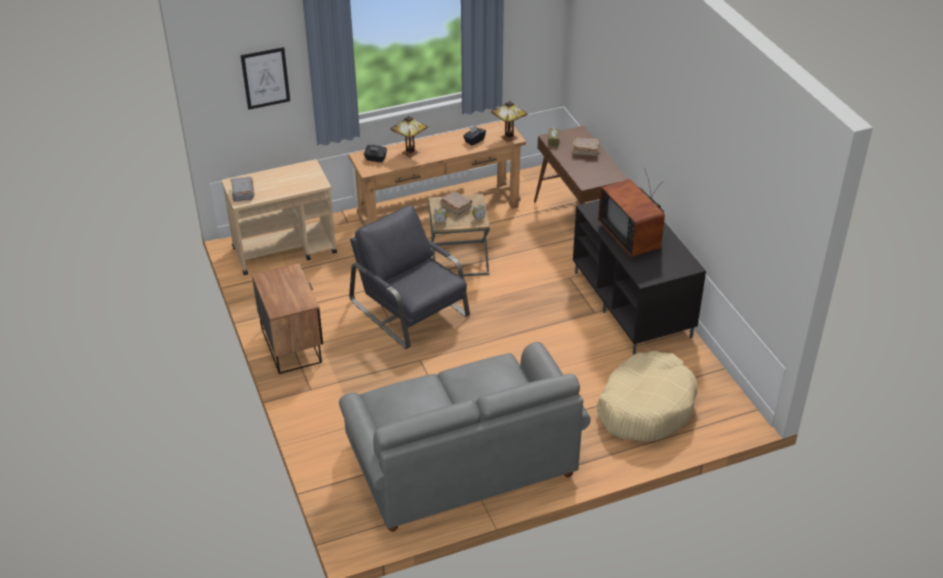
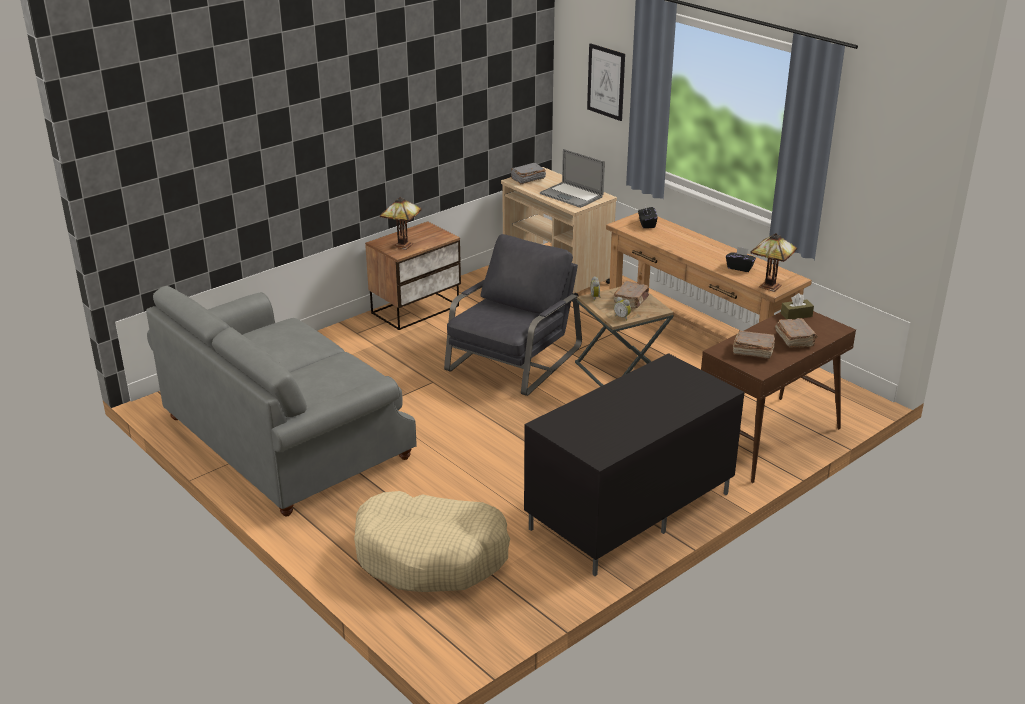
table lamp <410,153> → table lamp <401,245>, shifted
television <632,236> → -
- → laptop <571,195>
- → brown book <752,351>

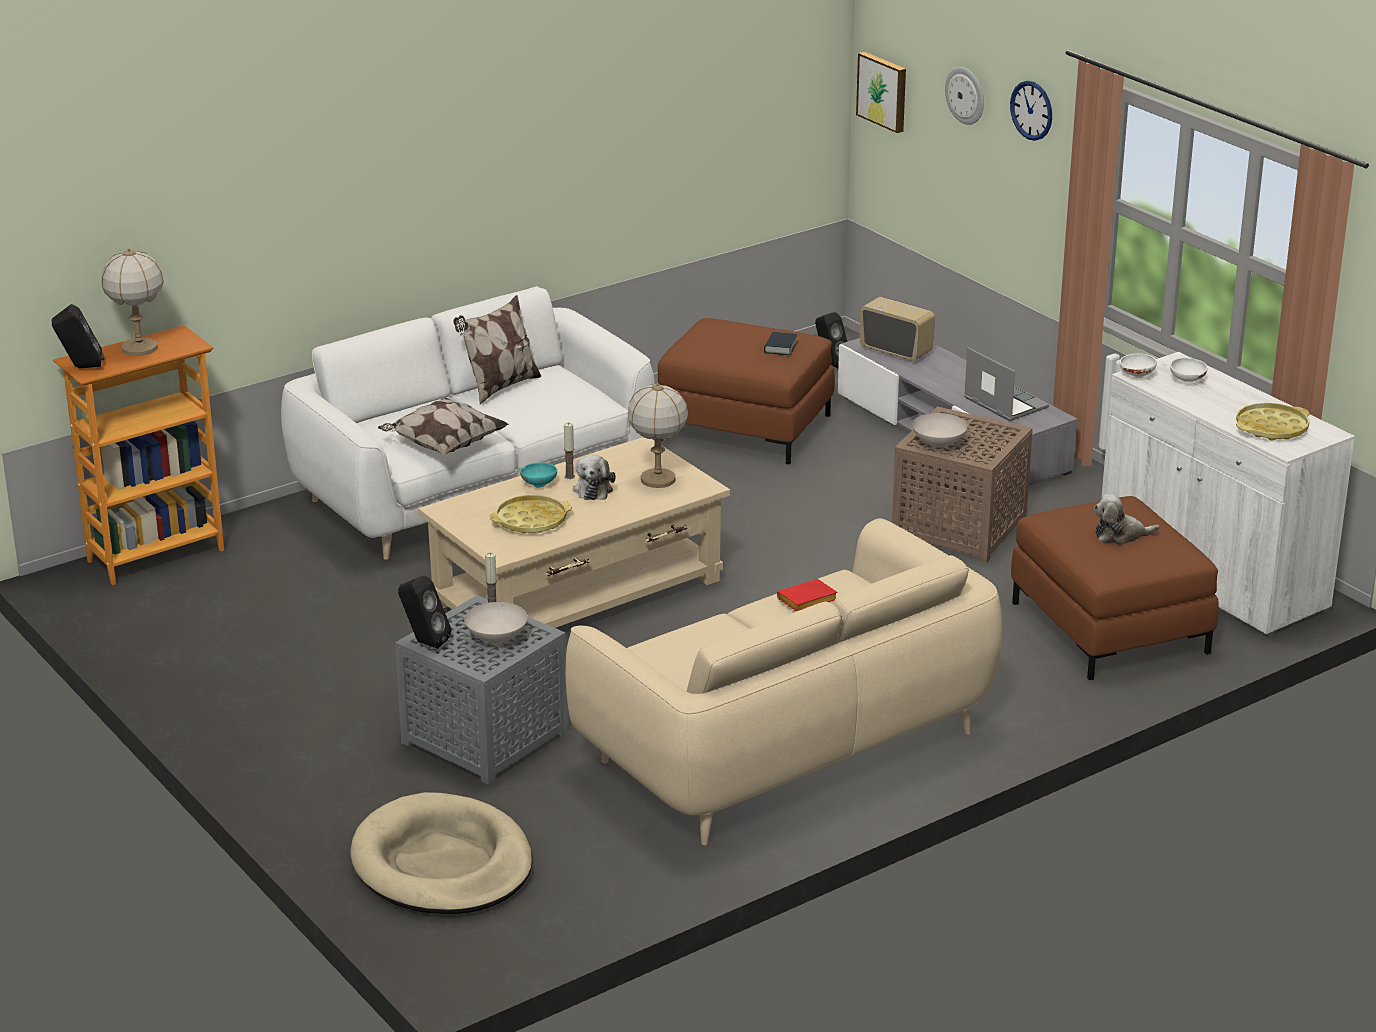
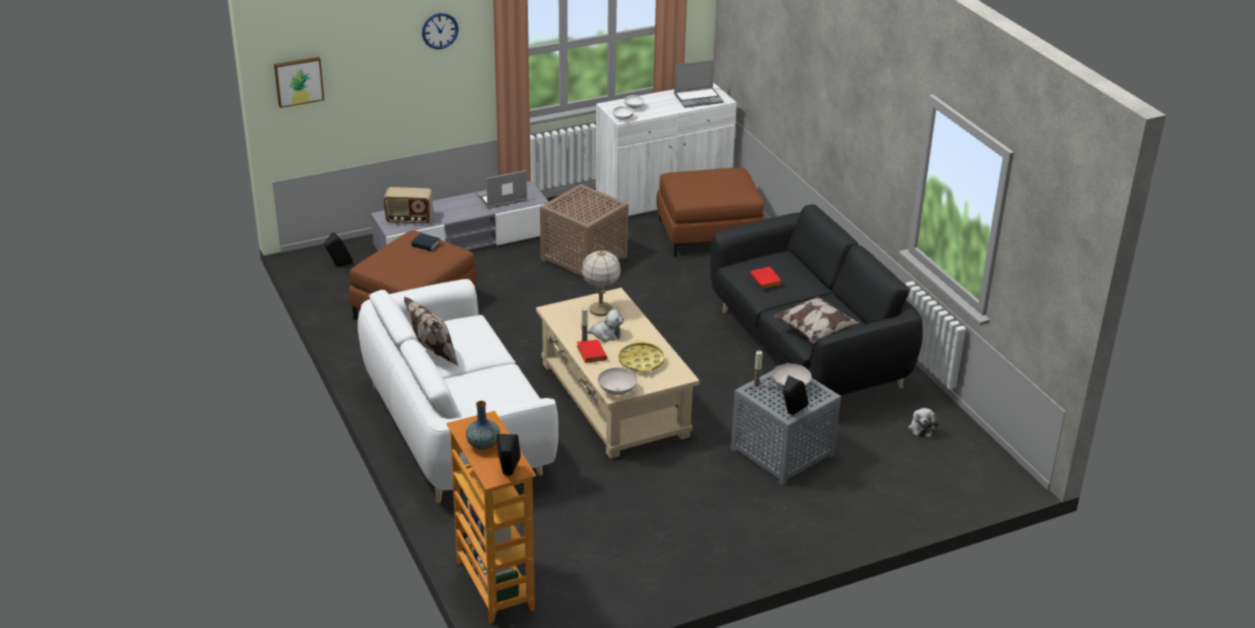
wall clock <966,95> → -
table lamp <140,348> → vase <483,445>
radio <896,351> → radio <409,220>, 135 degrees counterclockwise
pillow <443,445> → pillow <814,332>, shifted
yellow tray <1271,428> → laptop <698,98>
white bowl <939,444> → white bowl <618,391>, shifted
turquoise bowl <539,483> → red book <590,353>
plush toy <1120,535> → plush toy <921,427>, shifted
beige sofa <786,744> → black sofa <807,348>
beige dog bed <442,863> → -

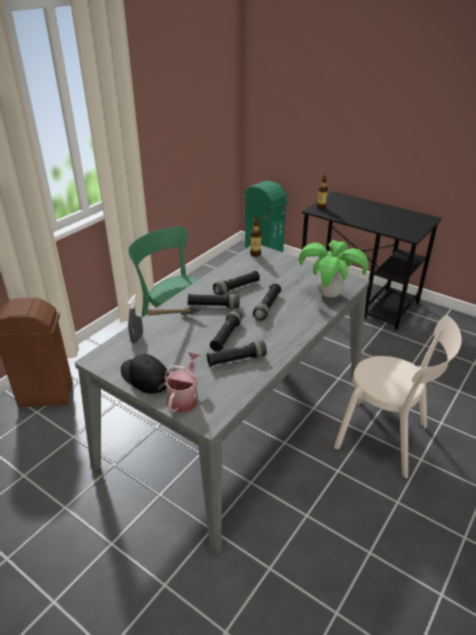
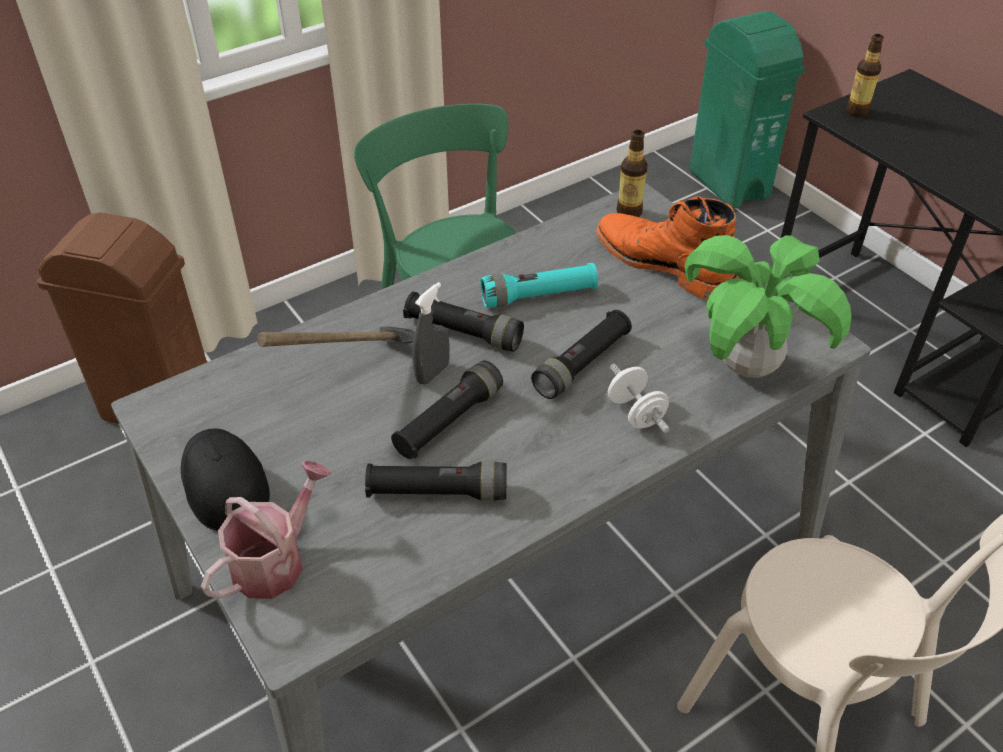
black flashlight <236,288> → turquoise flashlight <538,296>
grey spray bottle <137,338> → grey spray bottle <432,373>, shifted
- → orange boot <664,264>
- → white dumbbell <635,413>

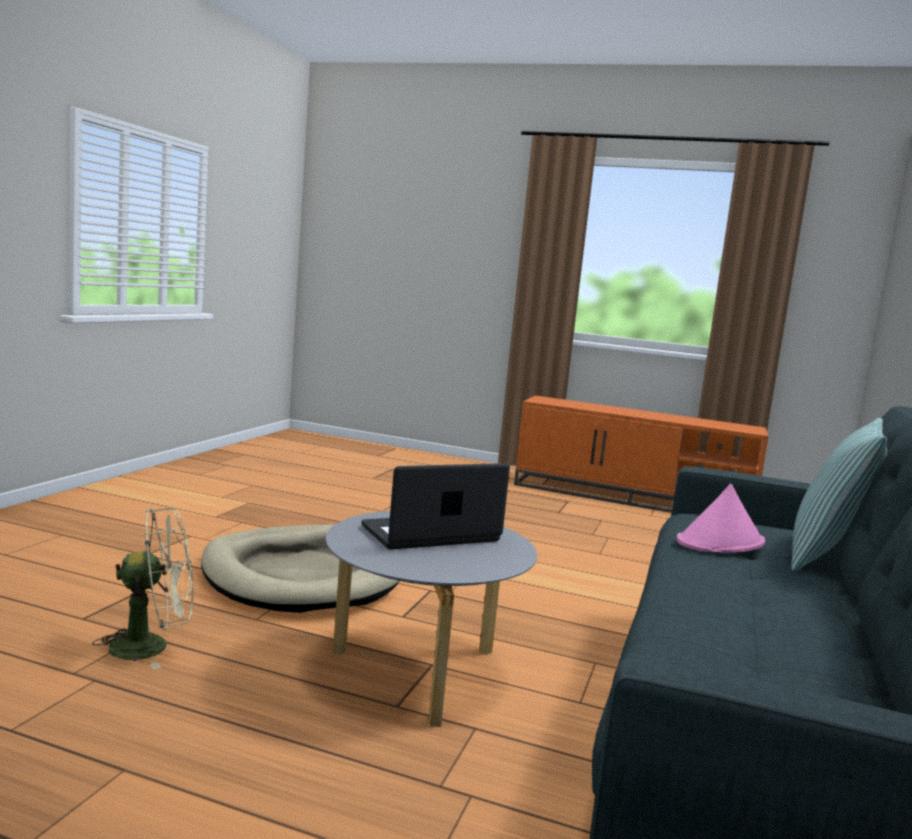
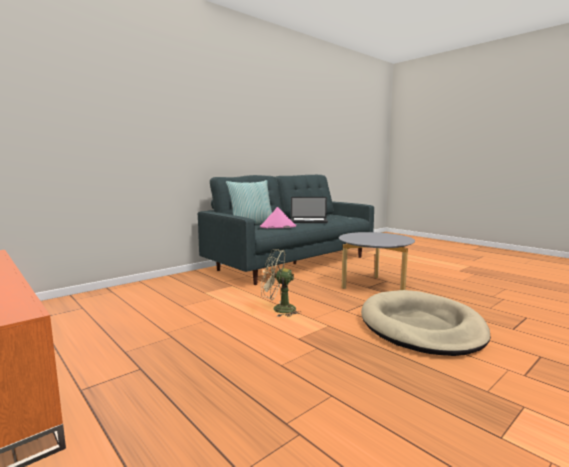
laptop <430,534> → laptop <308,221>, shifted
beige fan <152,646> → beige fan <278,309>, shifted

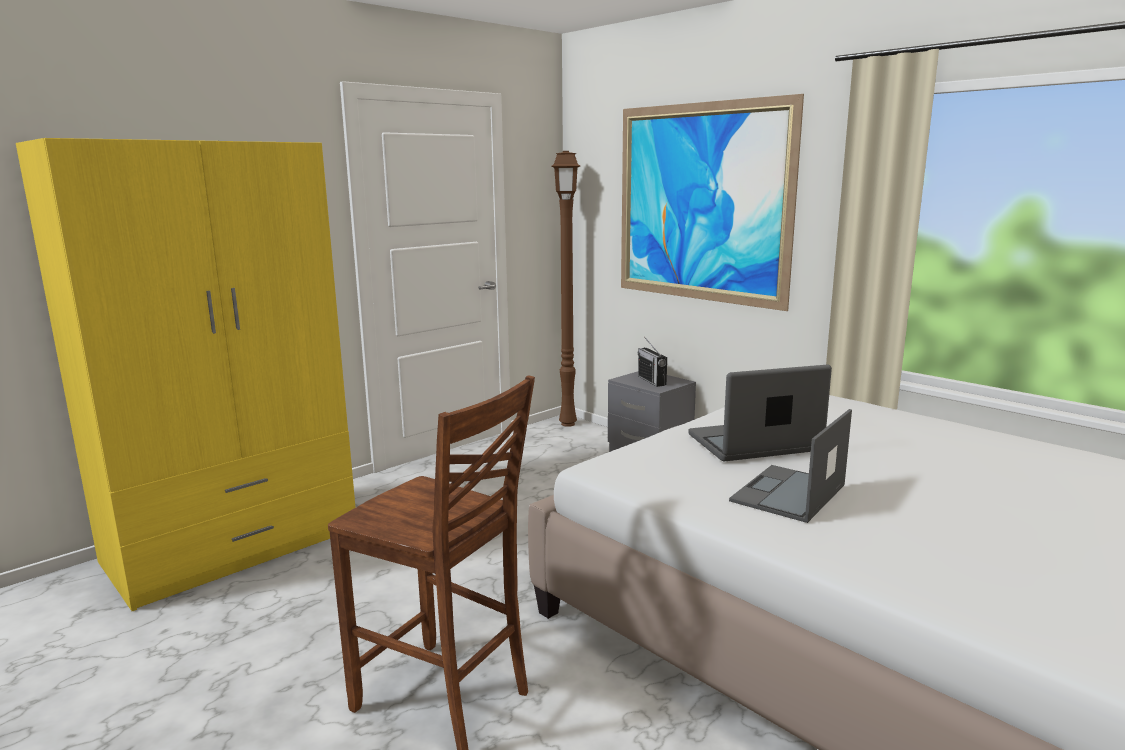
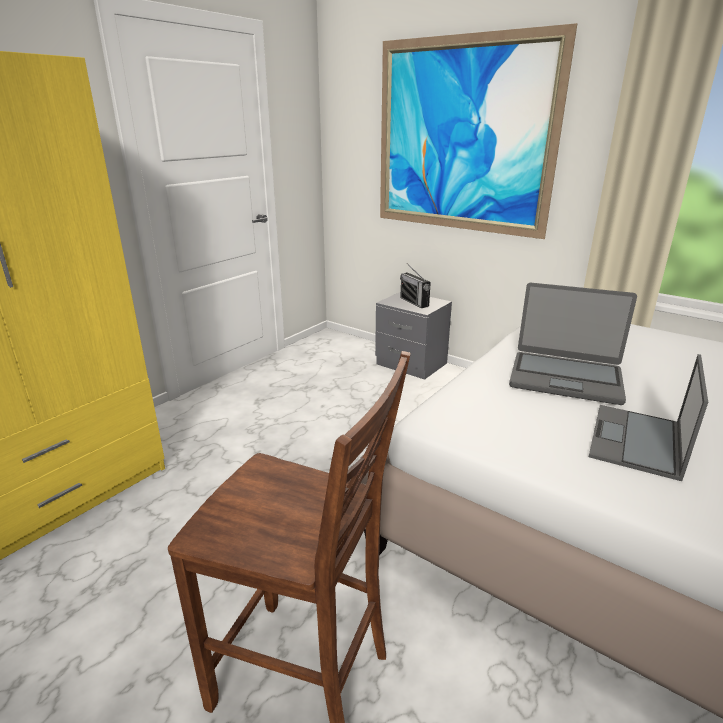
brown floor lamp <566,423> → -
laptop <754,444> → laptop <565,378>, 135 degrees counterclockwise

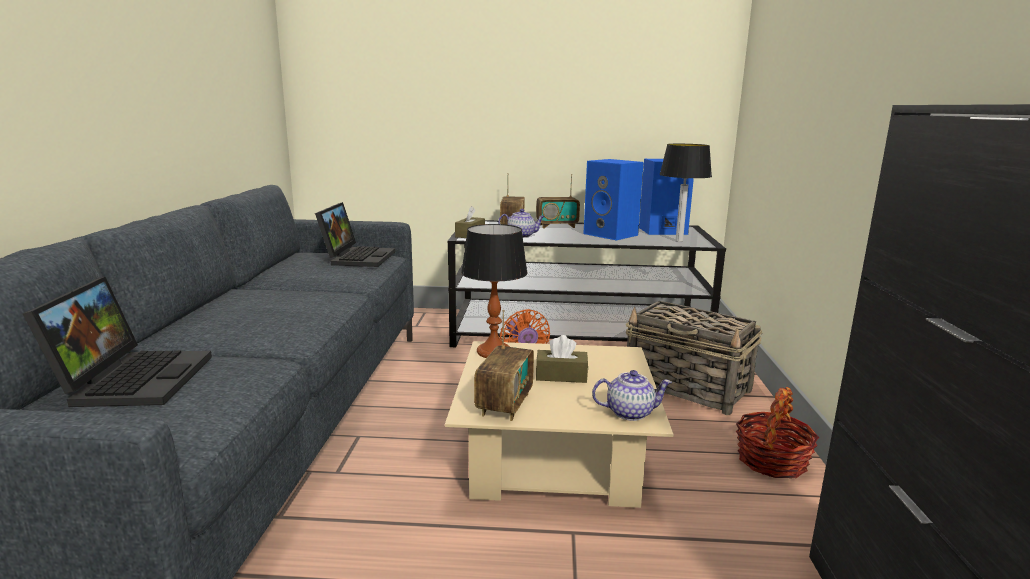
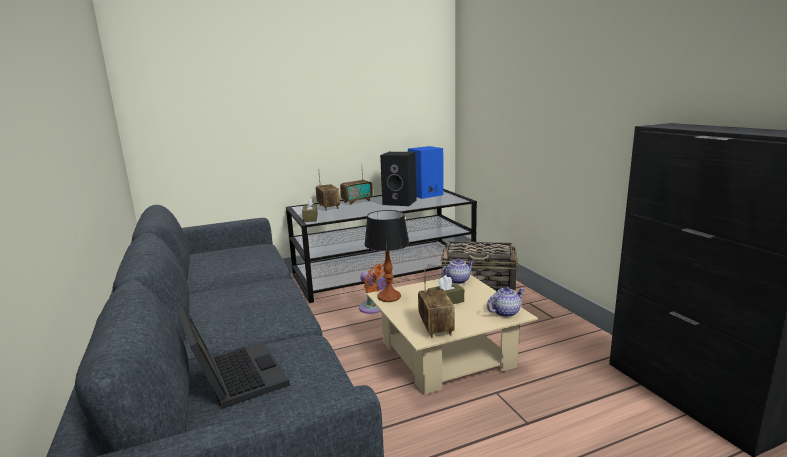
table lamp <679,241> → -
blue speaker <612,234> → black speaker <400,202>
laptop <357,257> → -
teapot <521,236> → teapot <458,280>, shifted
basket <772,461> → -

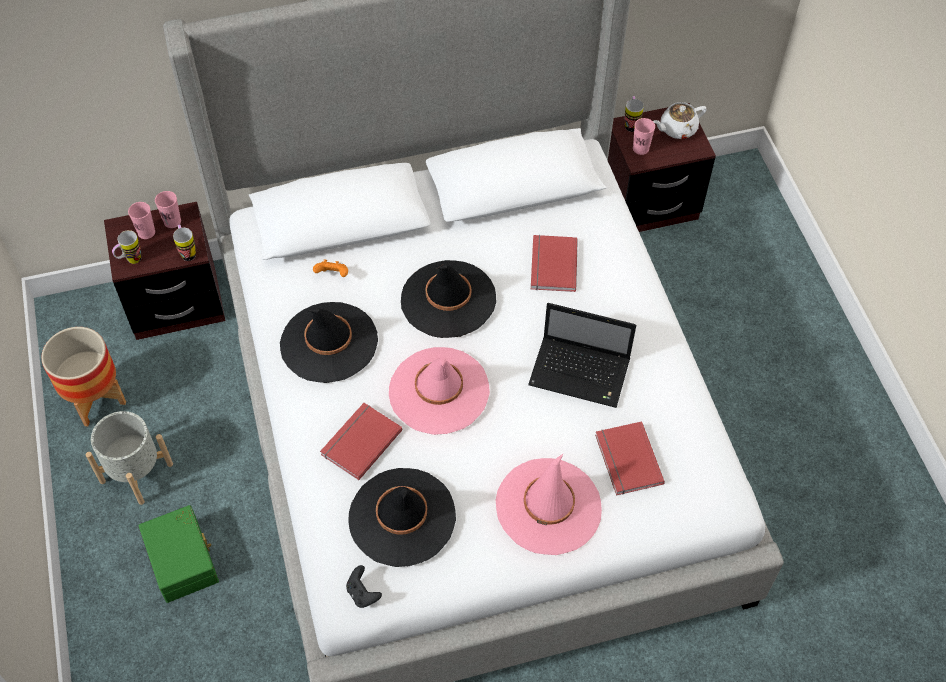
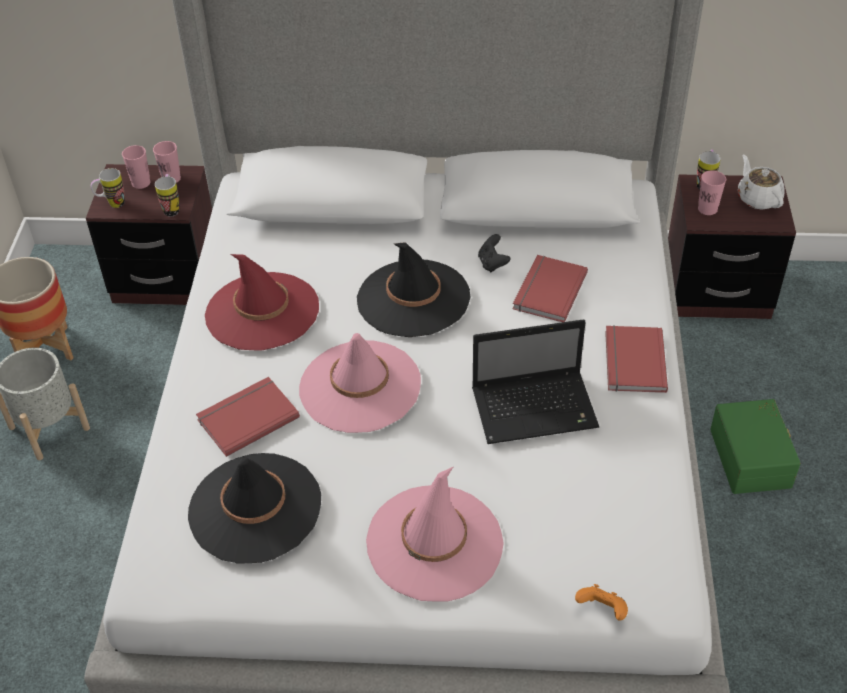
white teapot <677,129> → white teapot <758,198>, 75 degrees clockwise
orange game controller <333,275> → orange game controller <602,610>, shifted
black hat <328,342> → red hat <262,312>
laptop <581,373> → laptop <536,408>, 45 degrees counterclockwise
red book <626,460> → red book <632,362>, shifted
green storage box <184,559> → green storage box <752,457>, shifted
black game controller <363,593> → black game controller <492,263>, shifted

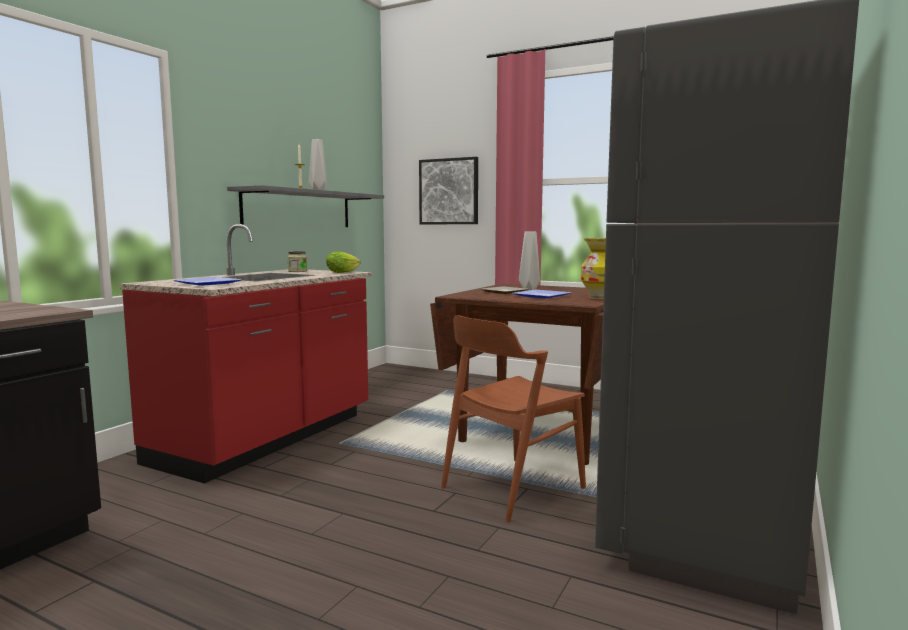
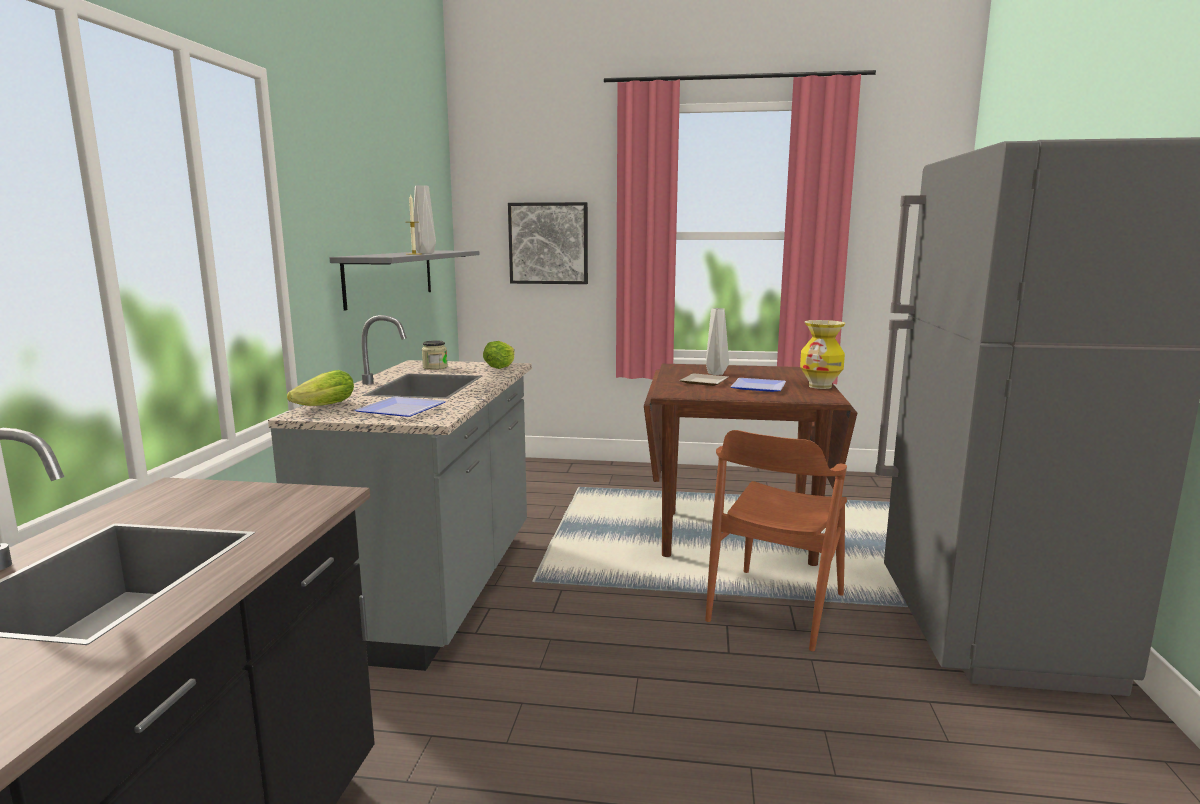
red counter <267,438> → grey counter <435,589>
- → lettuce <321,407>

